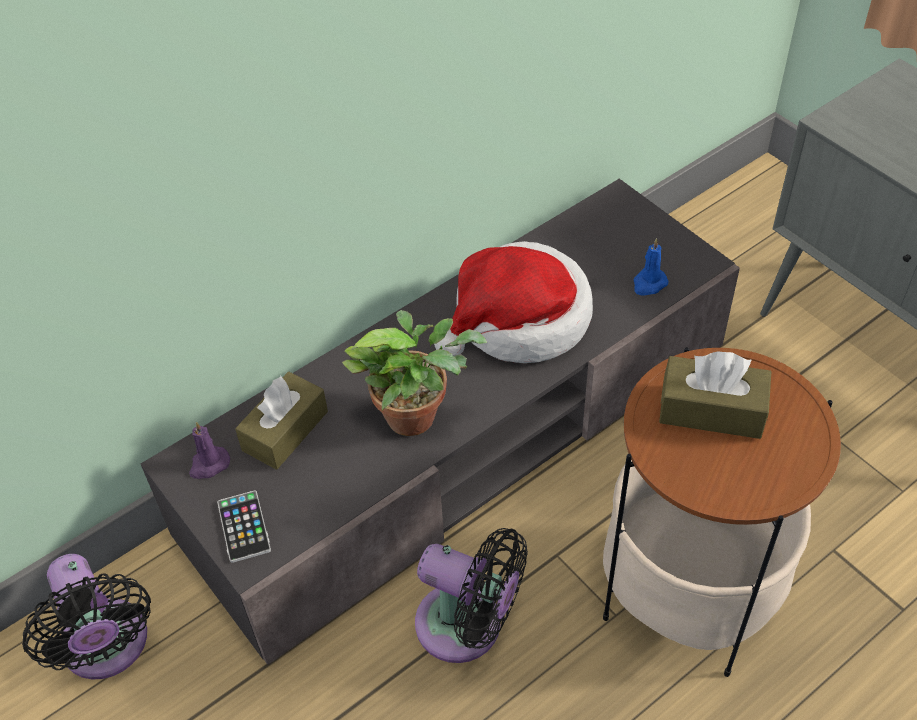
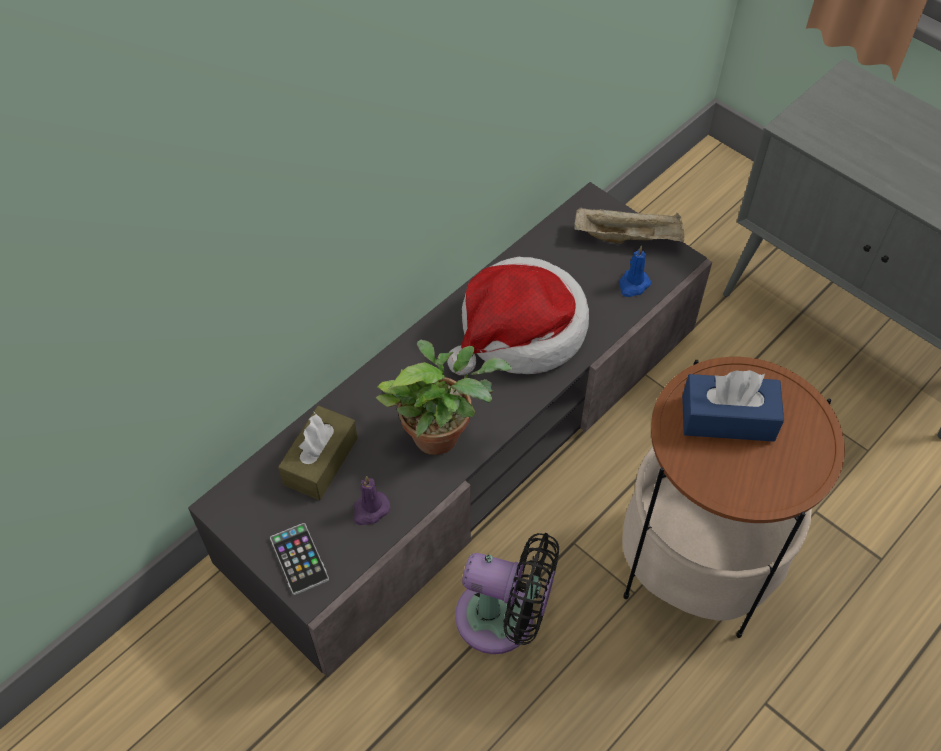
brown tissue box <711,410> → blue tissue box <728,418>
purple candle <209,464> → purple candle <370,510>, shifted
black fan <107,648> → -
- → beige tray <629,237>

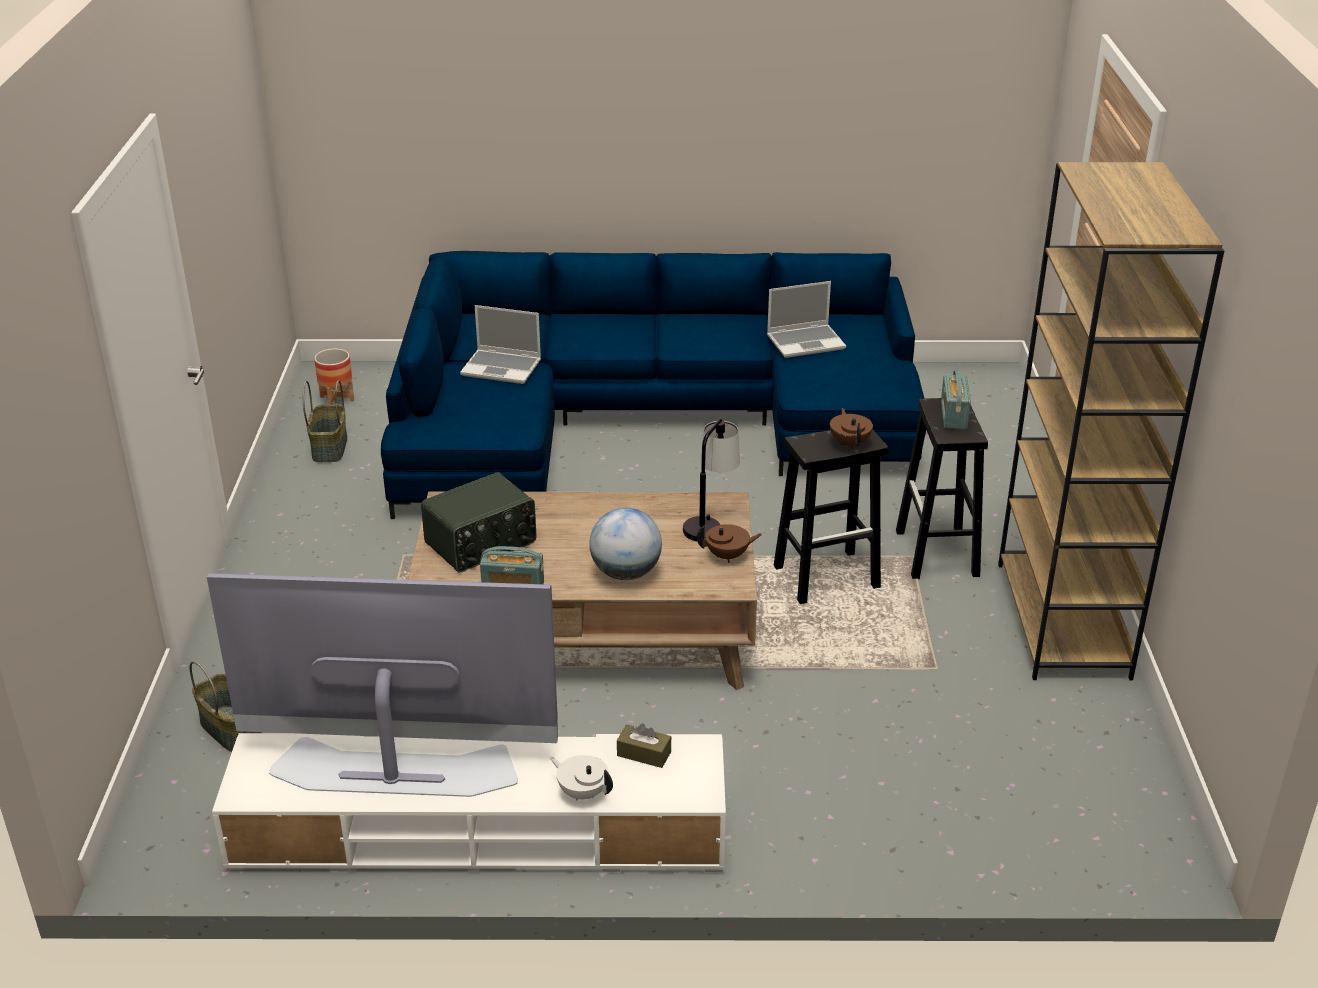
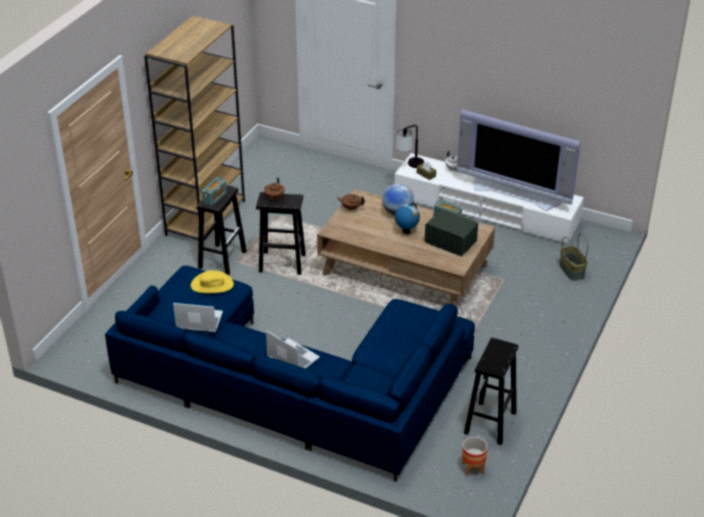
laptop <502,368> → laptop <292,358>, shifted
basket <329,447> → black stool <490,423>
table lamp <709,522> → table lamp <409,166>, shifted
radio <481,544> → radio <451,241>, 45 degrees clockwise
- → globe <406,231>
- → yellow hat <212,285>

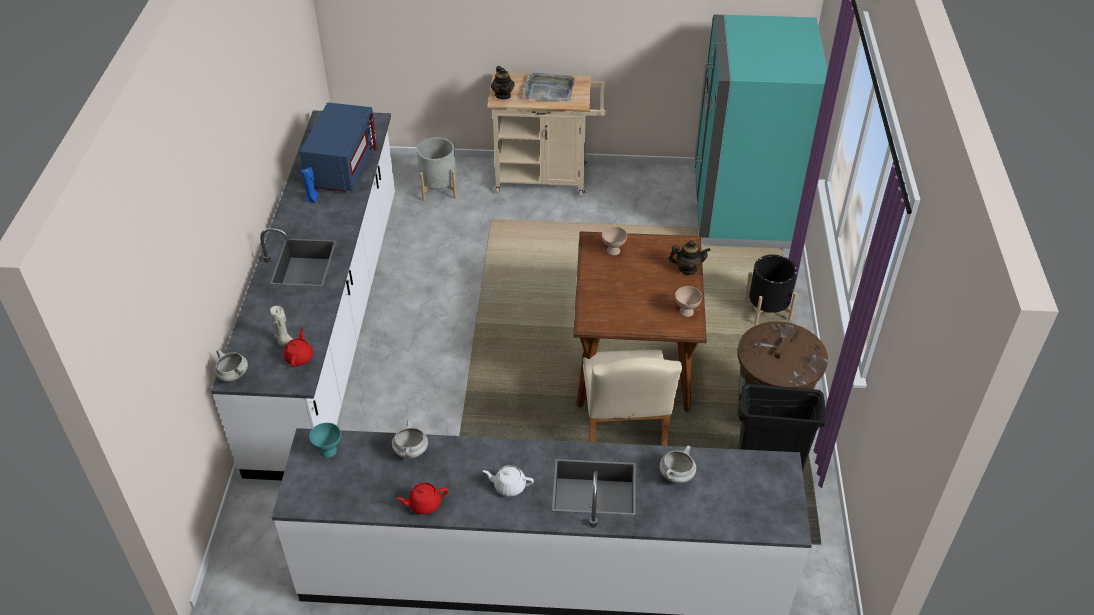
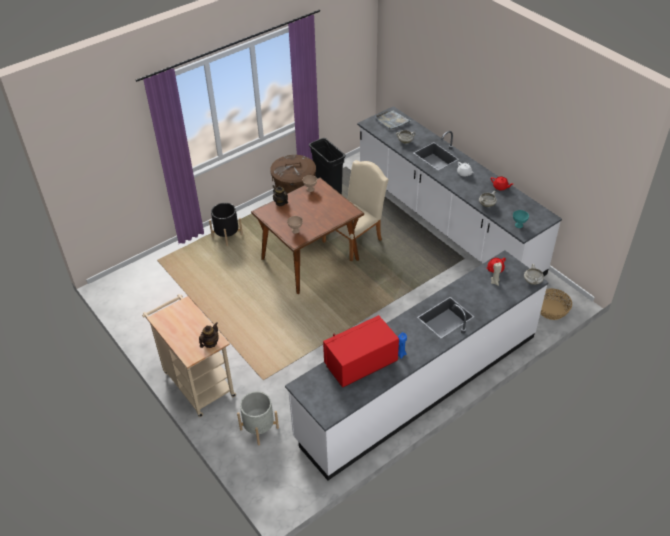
turquoise fridge <742,211> → -
grey tray <549,90> → grey tray <392,121>, shifted
blue microwave <342,167> → red microwave <360,364>
- → basket <551,310>

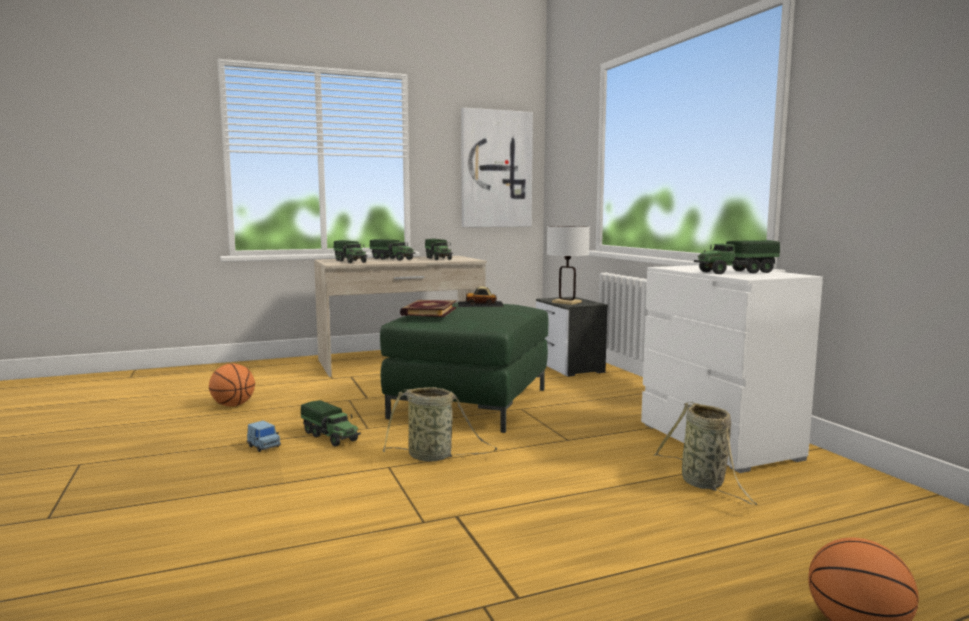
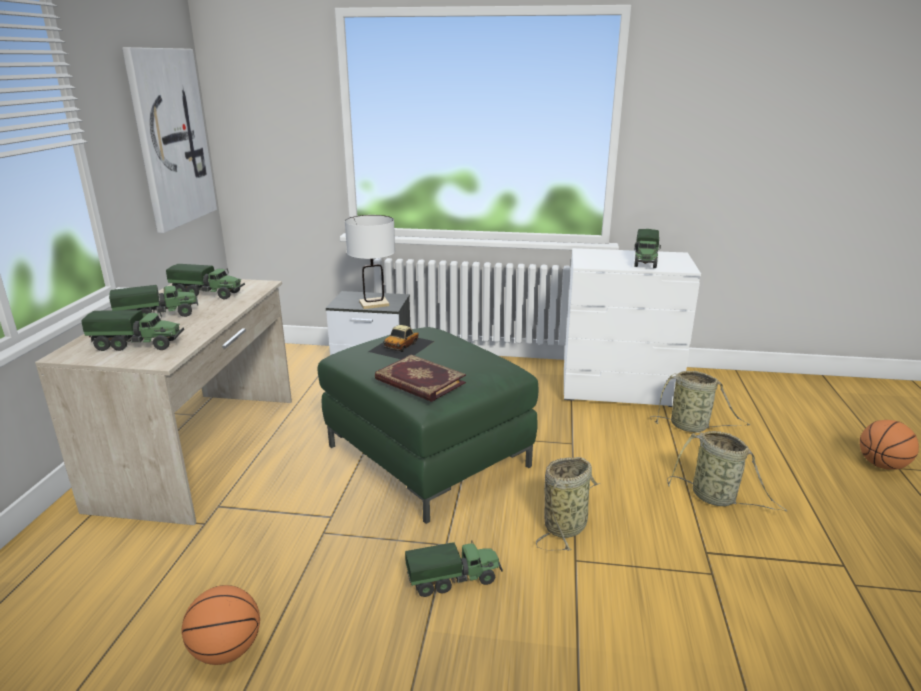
blue toy car <264,446> → -
- → basket <716,498>

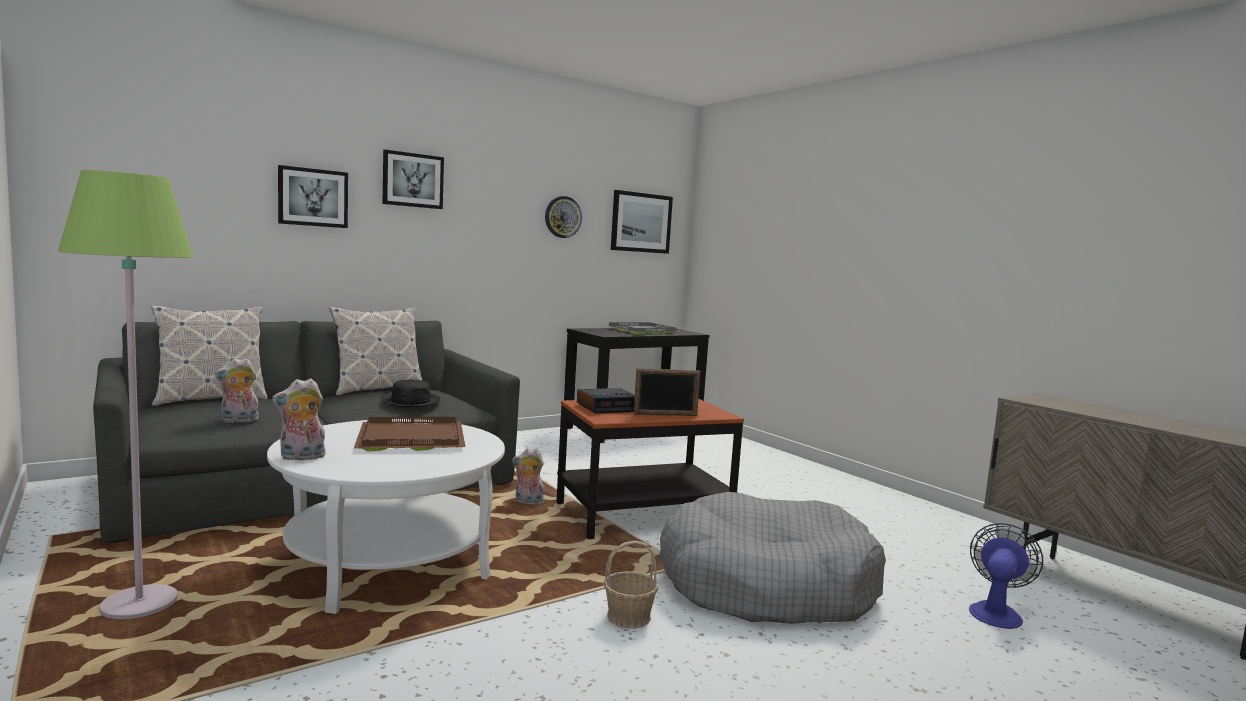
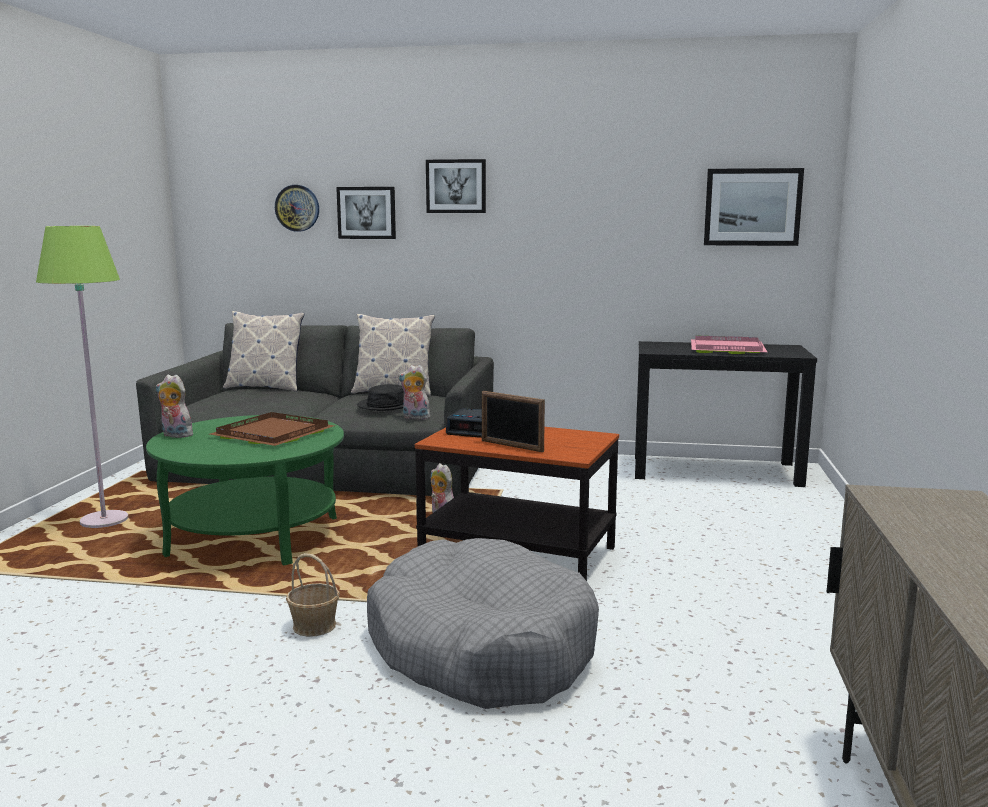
wall clock <563,217> → wall clock <297,208>, shifted
grey tray <641,331> → pink tray <725,349>
plush toy <239,421> → plush toy <414,417>, shifted
white coffee table <390,564> → green coffee table <254,536>
fan <996,612> → -

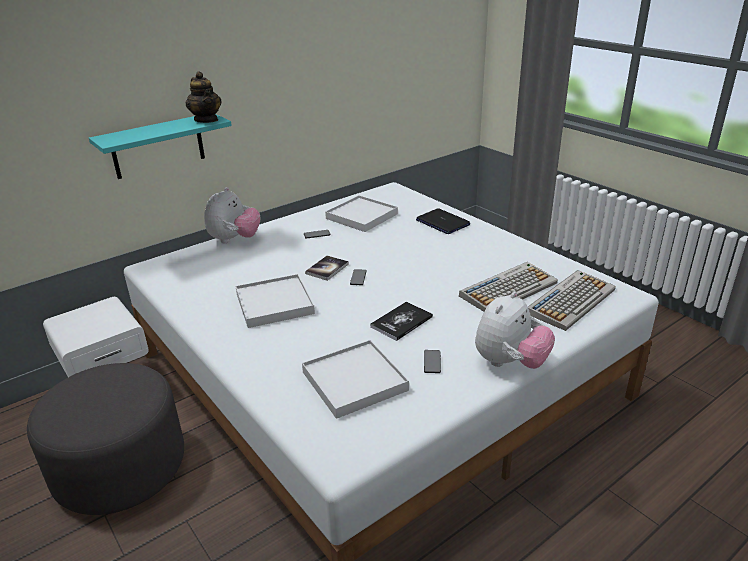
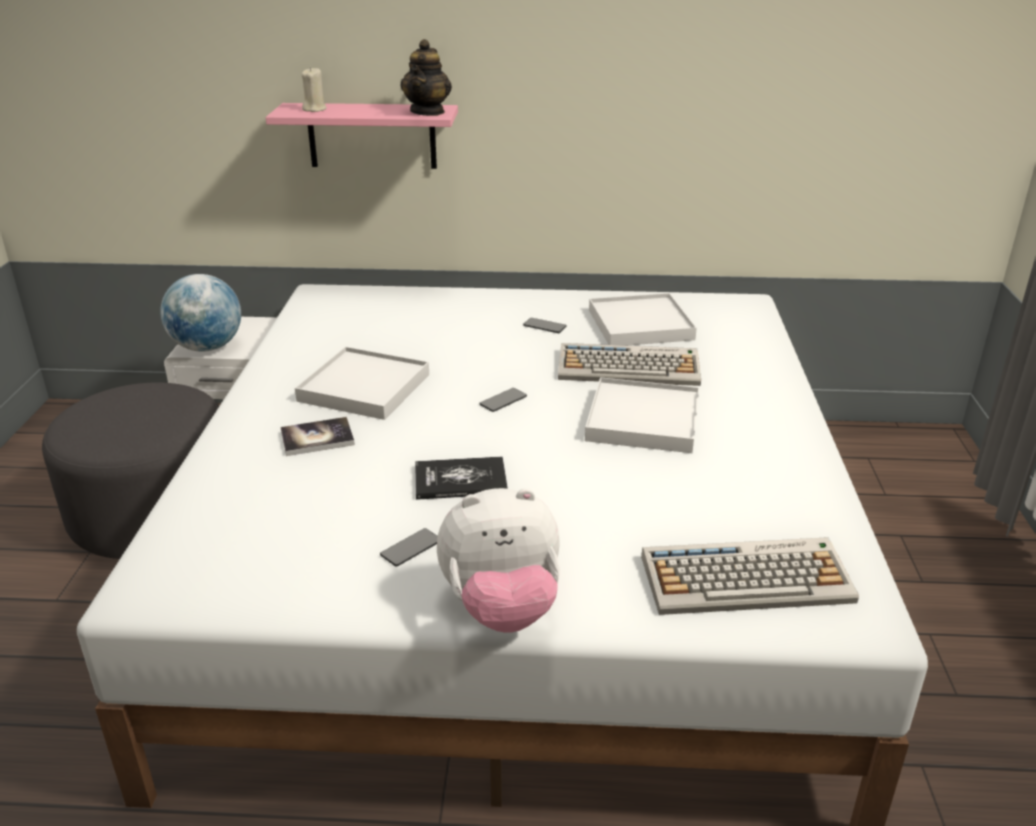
turquoise shelf <158,146> → pink shelf <372,136>
plush toy <234,240> → -
laptop <442,222> → -
book <327,269> → book <317,438>, shifted
keyboard <508,289> → keyboard <630,367>, shifted
white tray <354,381> → white tray <643,420>, shifted
- → beige candle <315,109>
- → globe <207,347>

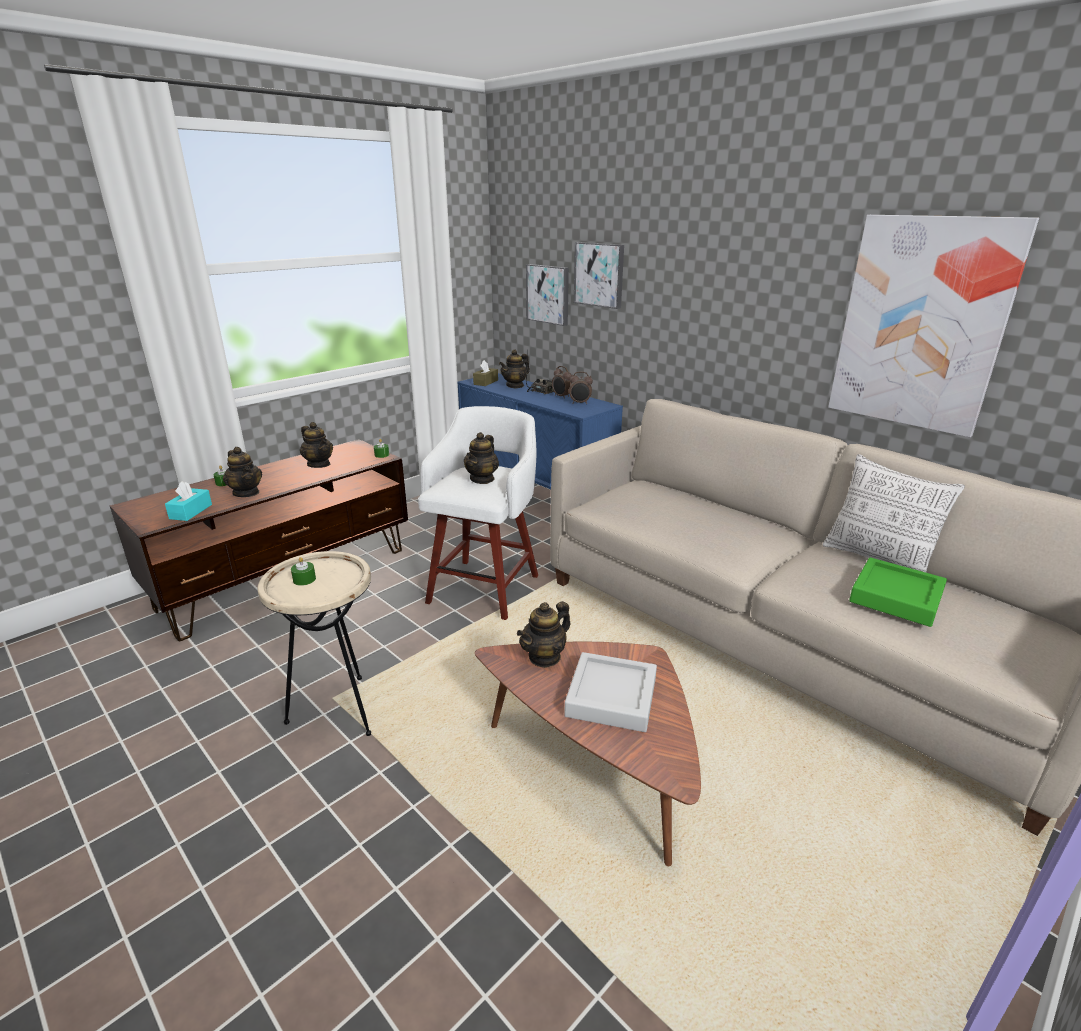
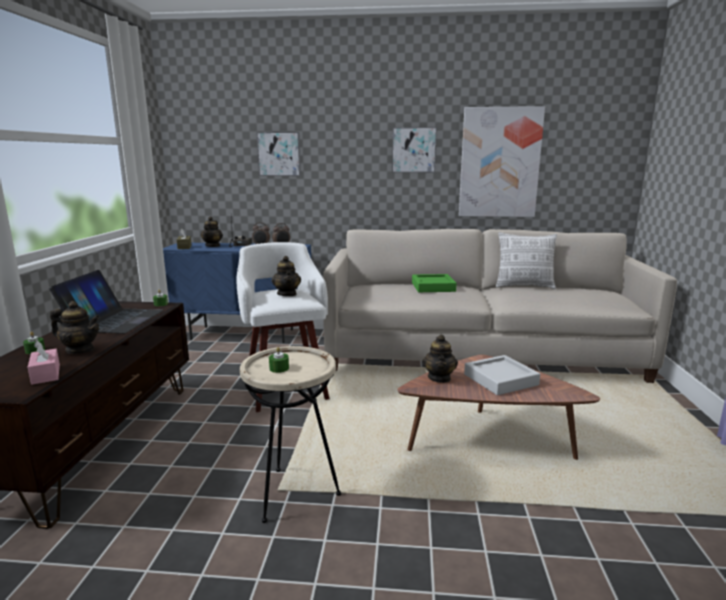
picture <548,294> → picture <414,150>, shifted
teapot <319,464> → laptop <113,320>
turquoise tissue box <191,511> → pink tissue box <46,374>
green tray <896,597> → green tray <433,287>, shifted

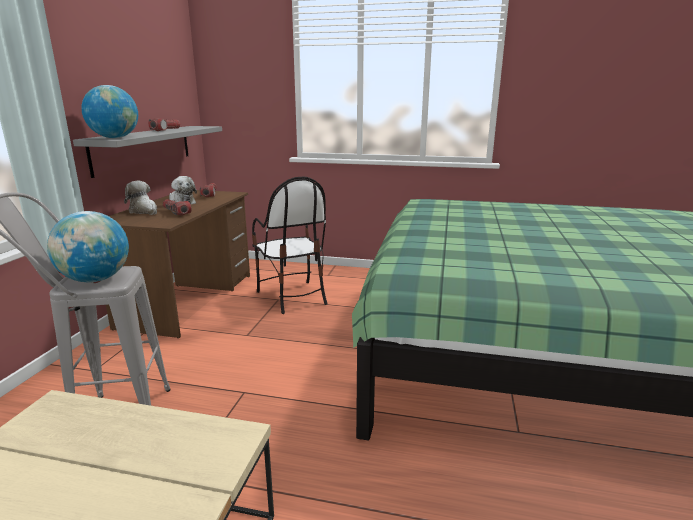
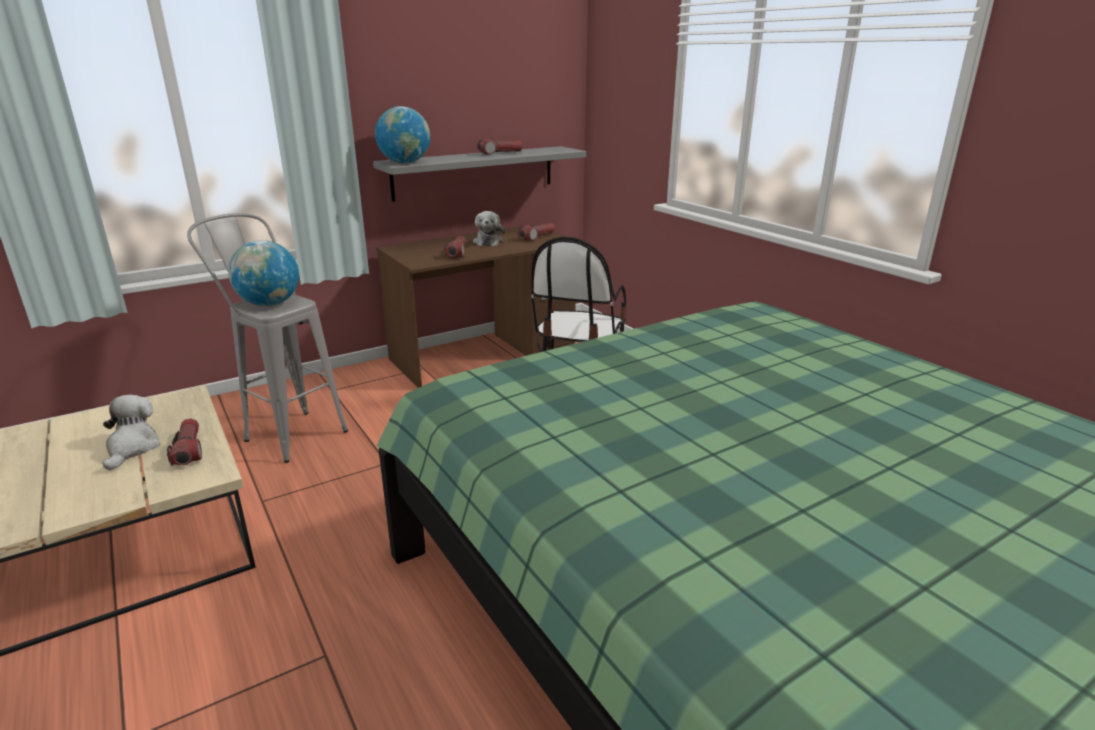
plush toy <144,211> → plush toy <132,448>, shifted
- → flashlight <189,450>

